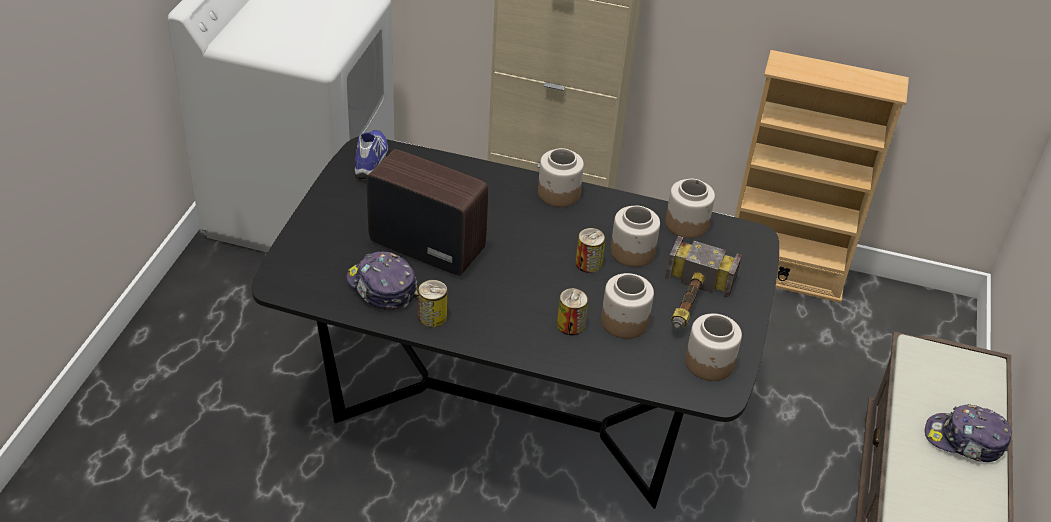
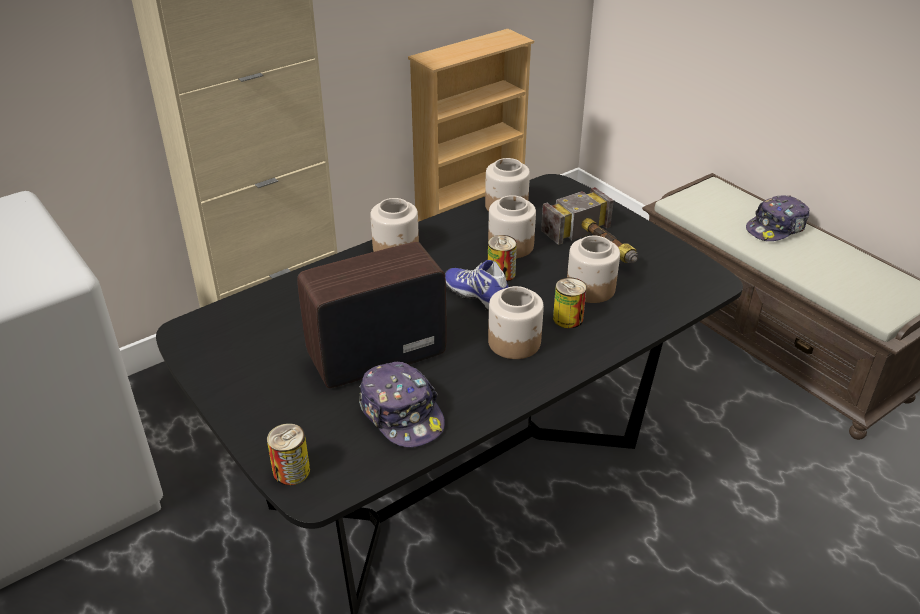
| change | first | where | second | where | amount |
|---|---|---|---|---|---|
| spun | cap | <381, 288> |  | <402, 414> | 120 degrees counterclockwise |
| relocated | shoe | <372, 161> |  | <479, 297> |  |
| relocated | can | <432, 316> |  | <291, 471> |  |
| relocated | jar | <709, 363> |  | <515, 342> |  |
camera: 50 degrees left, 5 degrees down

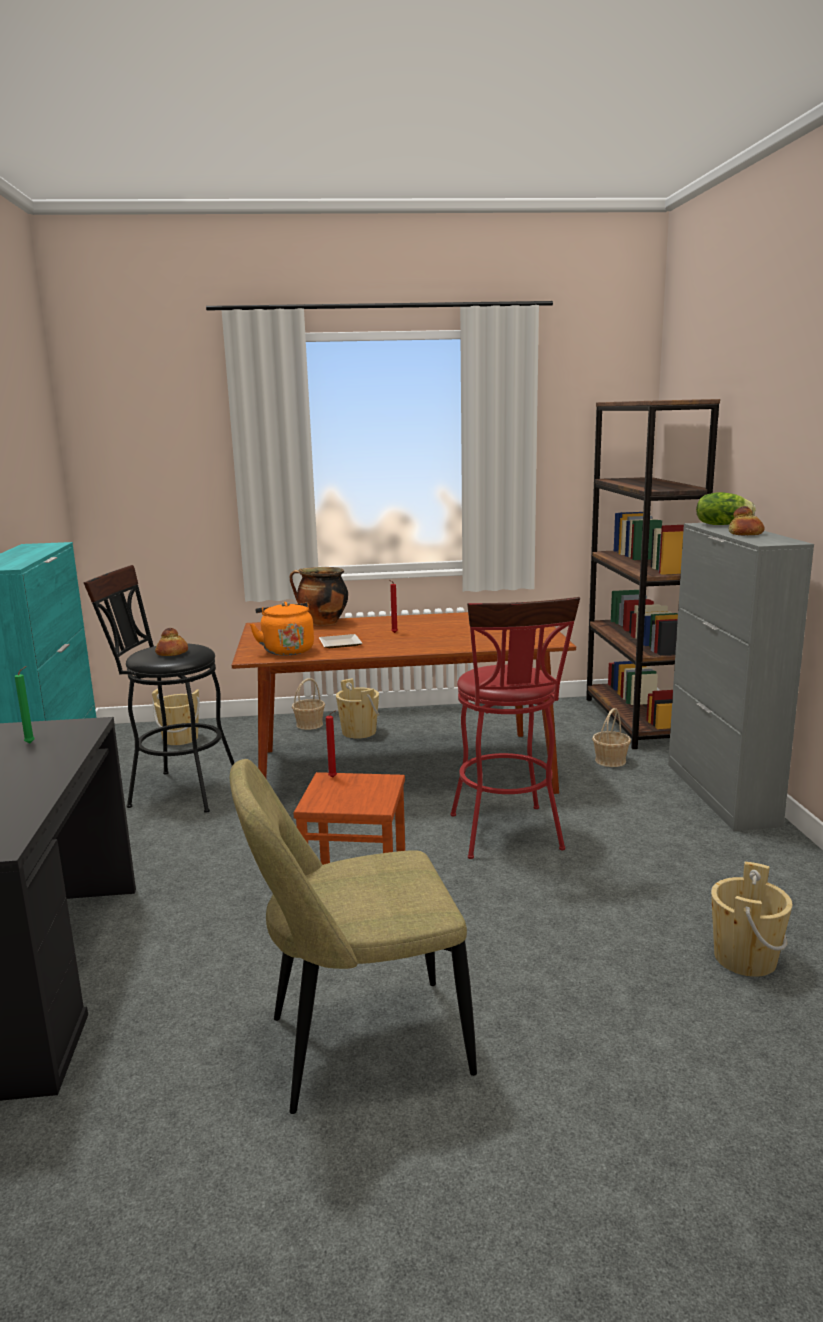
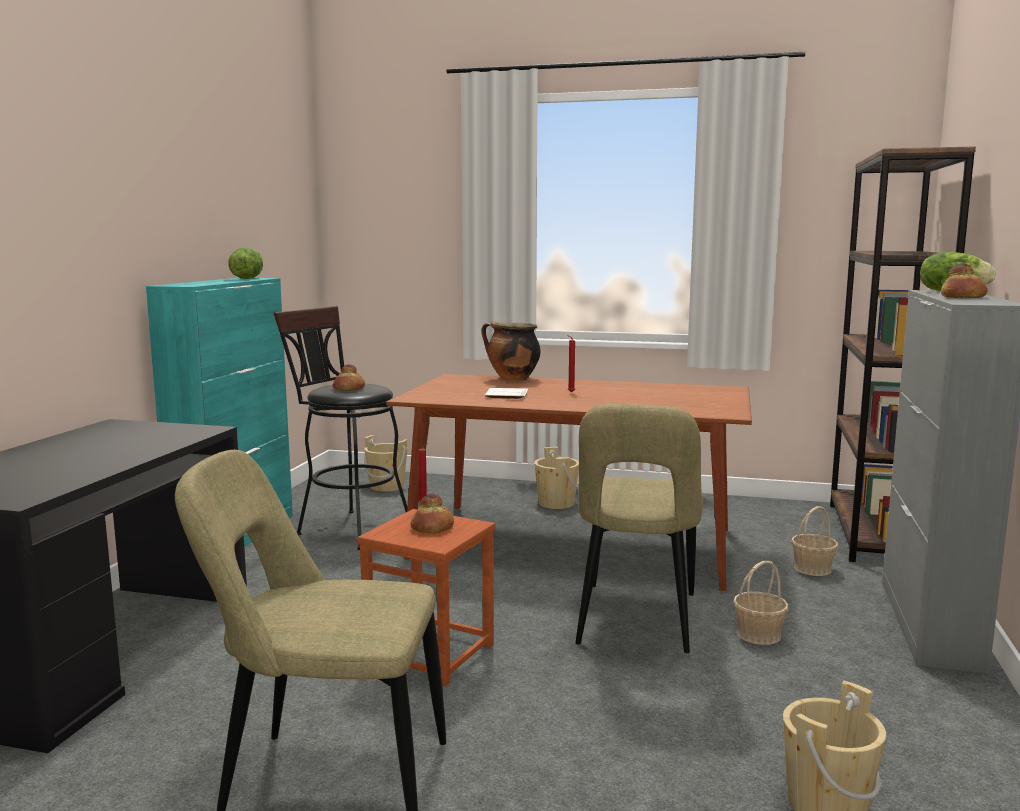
| change | first | where | second | where | amount |
|---|---|---|---|---|---|
| missing | green candle | <31, 743> |  |  |  |
| missing | orange kettle | <286, 650> |  |  |  |
| relocated | basket | <310, 724> |  | <759, 634> |  |
| exchanged | red stool | <508, 836> | beige chair | <636, 622> |  |
| appeared |  |  | lettuce | <247, 278> |  |
| appeared |  |  | bread | <433, 528> |  |
camera: 20 degrees right, 5 degrees down

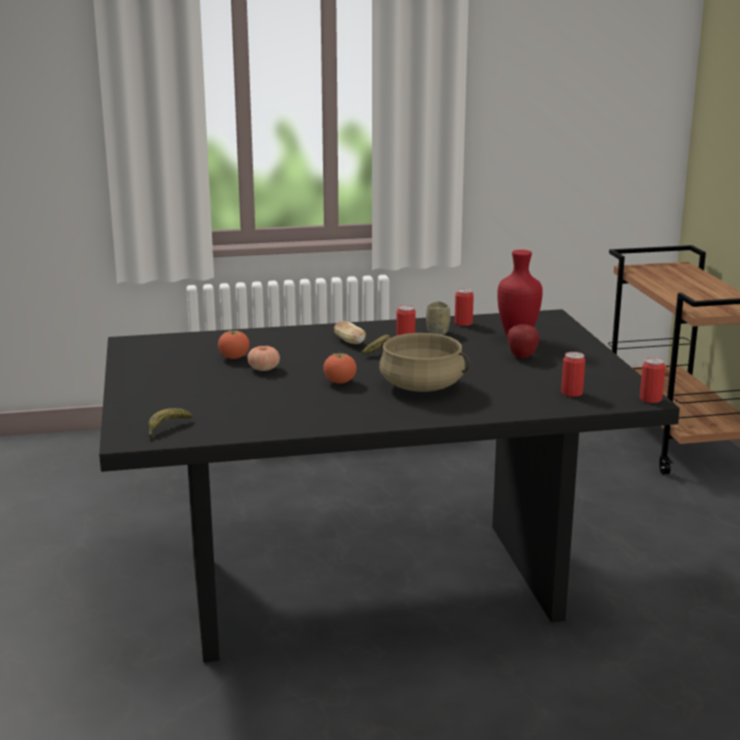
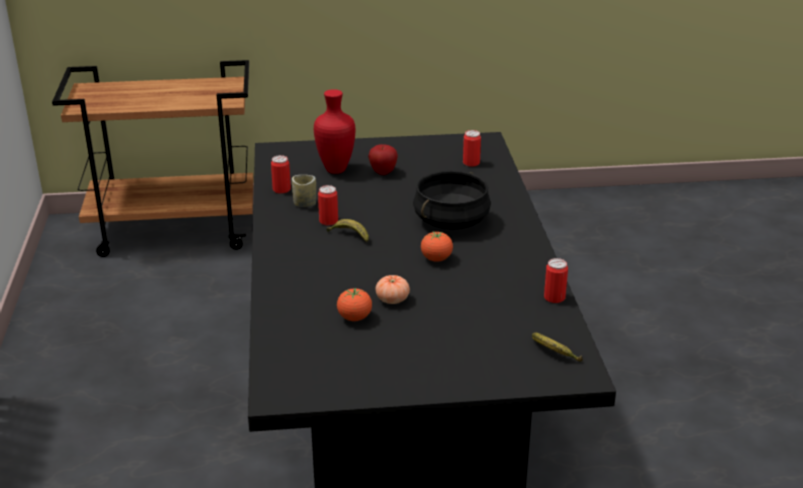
| change | first | where | second | where | amount |
|---|---|---|---|---|---|
| missing | bread | <349, 342> |  |  |  |
| colour | beige cooking pot | <422, 386> | black cooking pot | <450, 221> |  |
| relocated | can | <650, 399> |  | <554, 297> |  |
camera: 85 degrees left, 10 degrees up

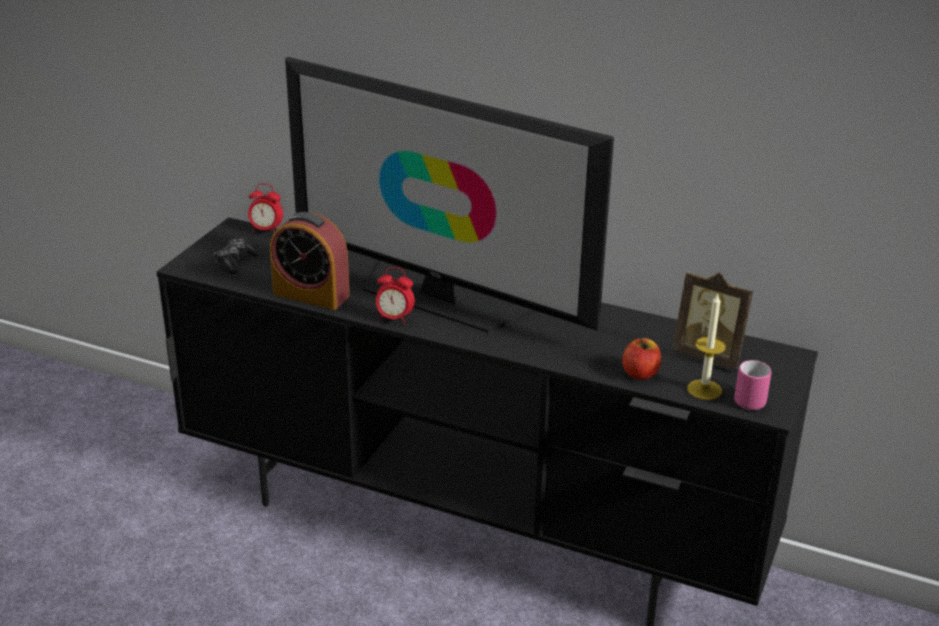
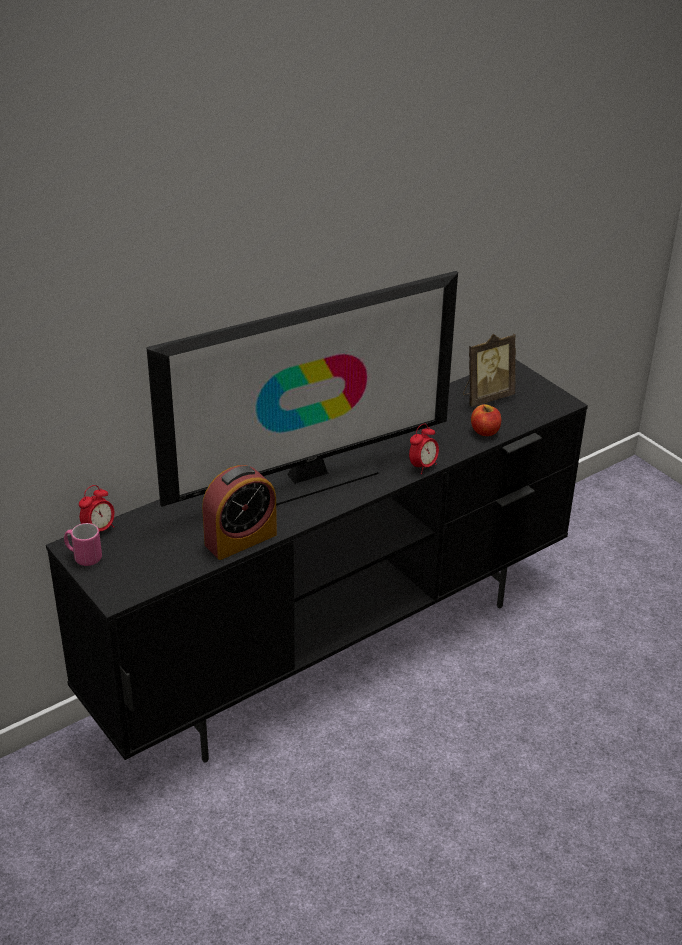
| change | first | where | second | where | amount |
|---|---|---|---|---|---|
| missing | game controller | <235, 262> |  |  |  |
| relocated | alarm clock | <394, 319> |  | <423, 466> |  |
| missing | candle | <704, 389> |  |  |  |
| relocated | pink mug | <747, 399> |  | <83, 557> |  |
camera: 60 degrees left, 5 degrees up

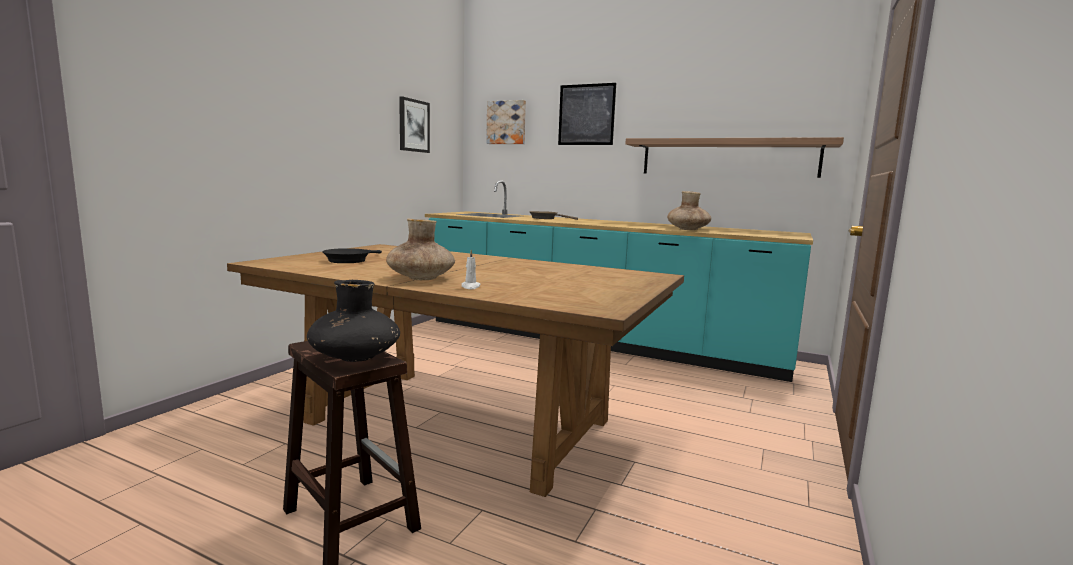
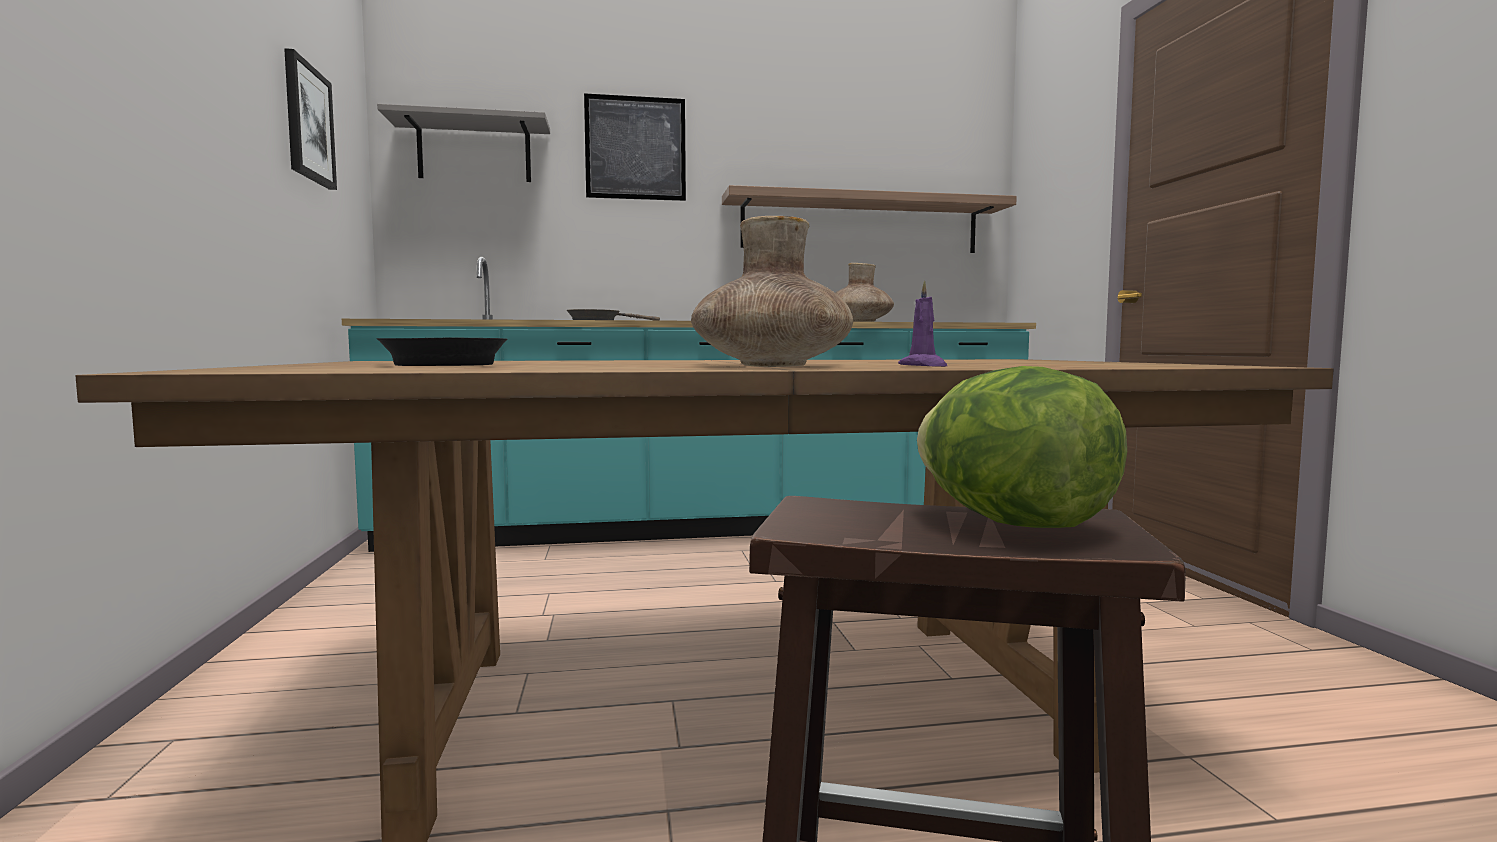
| change | first | where | second | where | amount |
|---|---|---|---|---|---|
| exchanged | black vase | <355, 357> | lettuce | <1011, 522> |  |
| colour | white candle | <470, 287> | purple candle | <924, 366> |  |
| exchanged | picture | <507, 122> | grey shelf | <474, 152> |  |
camera: 35 degrees left, 5 degrees down

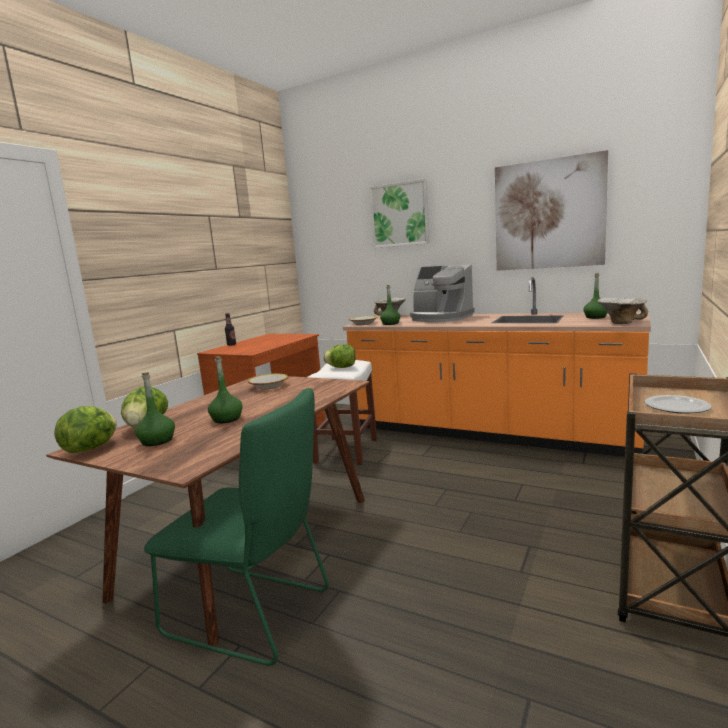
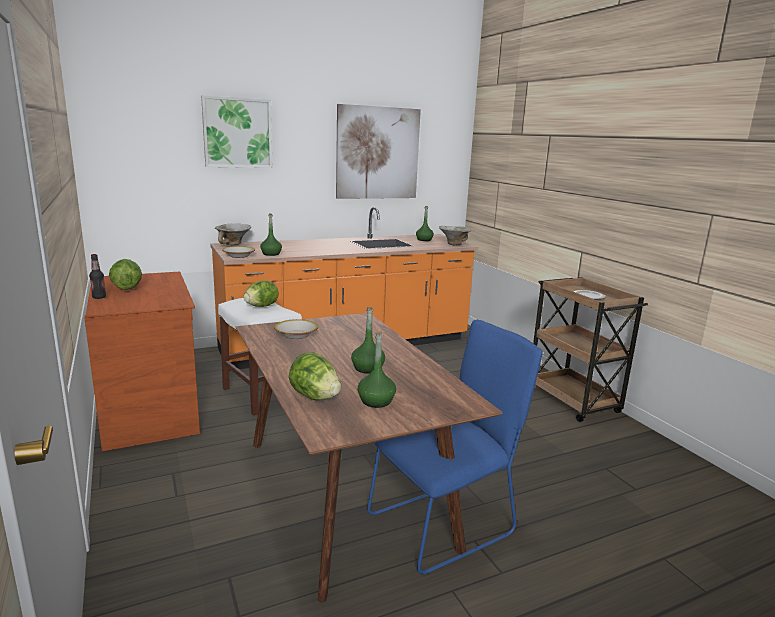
| change | first | where | second | where | amount |
|---|---|---|---|---|---|
| relocated | lettuce | <91, 448> |  | <127, 288> |  |
| colour | green chair | <255, 614> | blue chair | <446, 523> |  |
| missing | coffee machine | <440, 318> |  |  |  |
camera: 55 degrees left, 5 degrees up

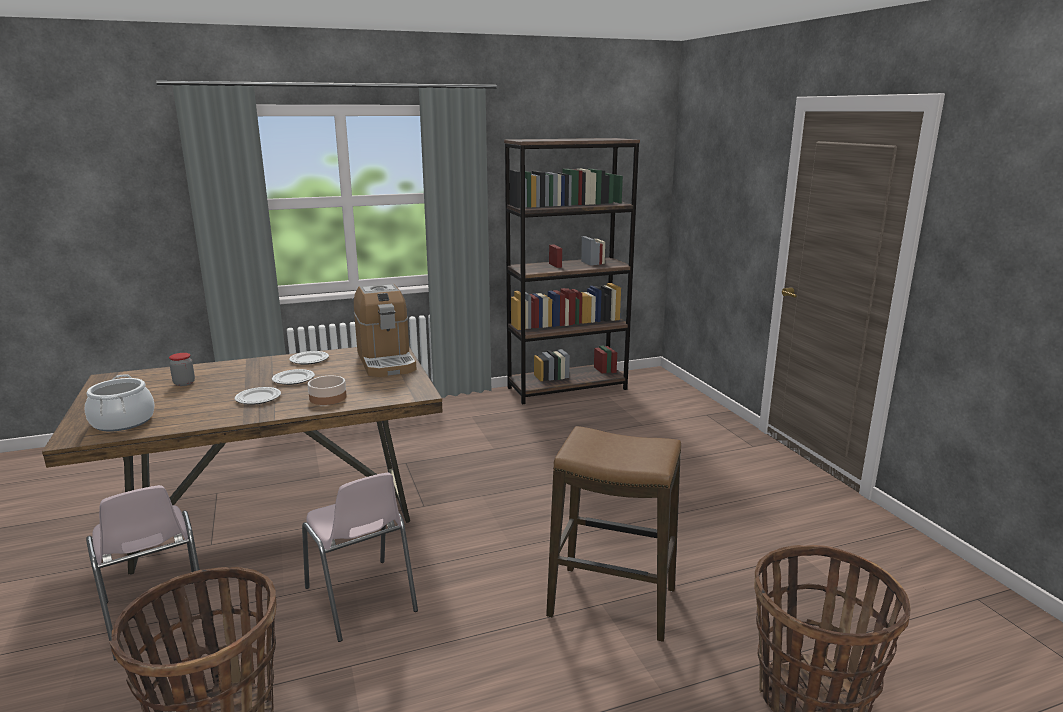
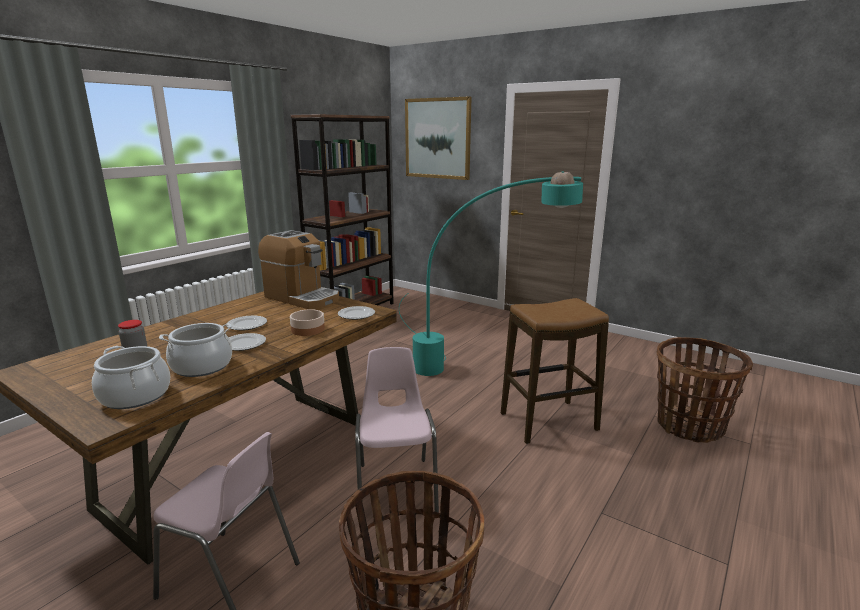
| change | first | where | second | where | amount |
|---|---|---|---|---|---|
| relocated | plate | <309, 360> |  | <356, 315> |  |
| spun | pink chair | <361, 600> |  | <396, 487> | 120 degrees counterclockwise |
| appeared |  |  | cooking pot | <202, 366> |  |
| appeared |  |  | turquoise floor lamp | <468, 366> |  |
| appeared |  |  | picture | <437, 138> |  |
camera: 35 degrees left, 0 degrees up

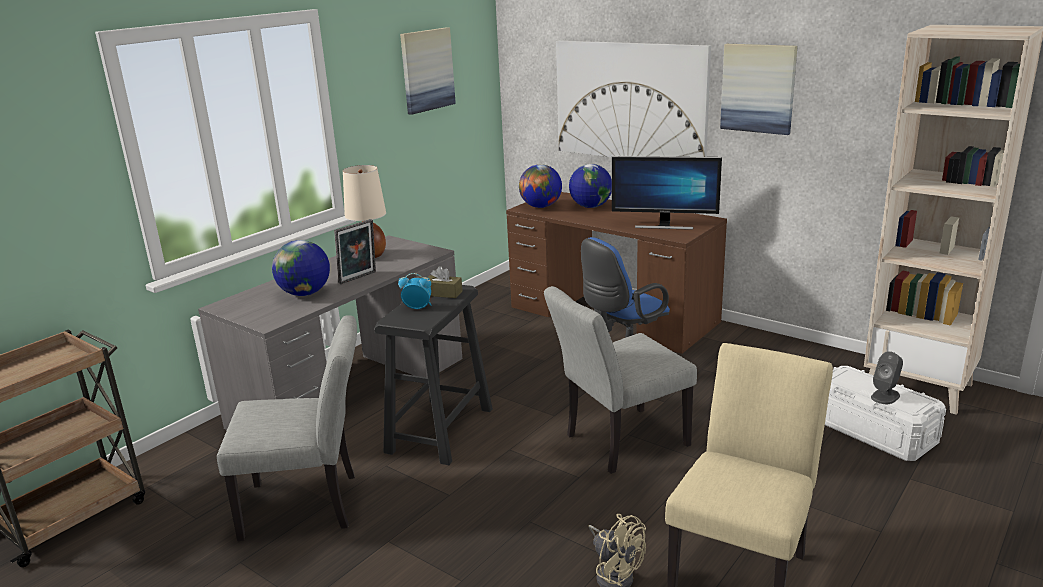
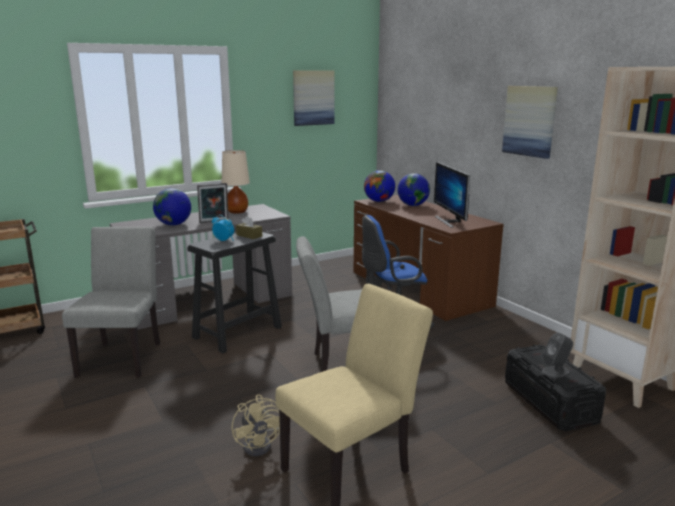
| change | first | where | second | where | amount |
|---|---|---|---|---|---|
| spun | grey chair | <310, 505> |  | <123, 356> | 105 degrees counterclockwise |
| missing | picture | <630, 102> |  |  |  |
| spun | monitor | <664, 225> |  | <450, 221> | 45 degrees clockwise |
| colour | white storage box | <872, 431> | black storage box | <549, 402> |  |
camera: 20 degrees right, 5 degrees down

